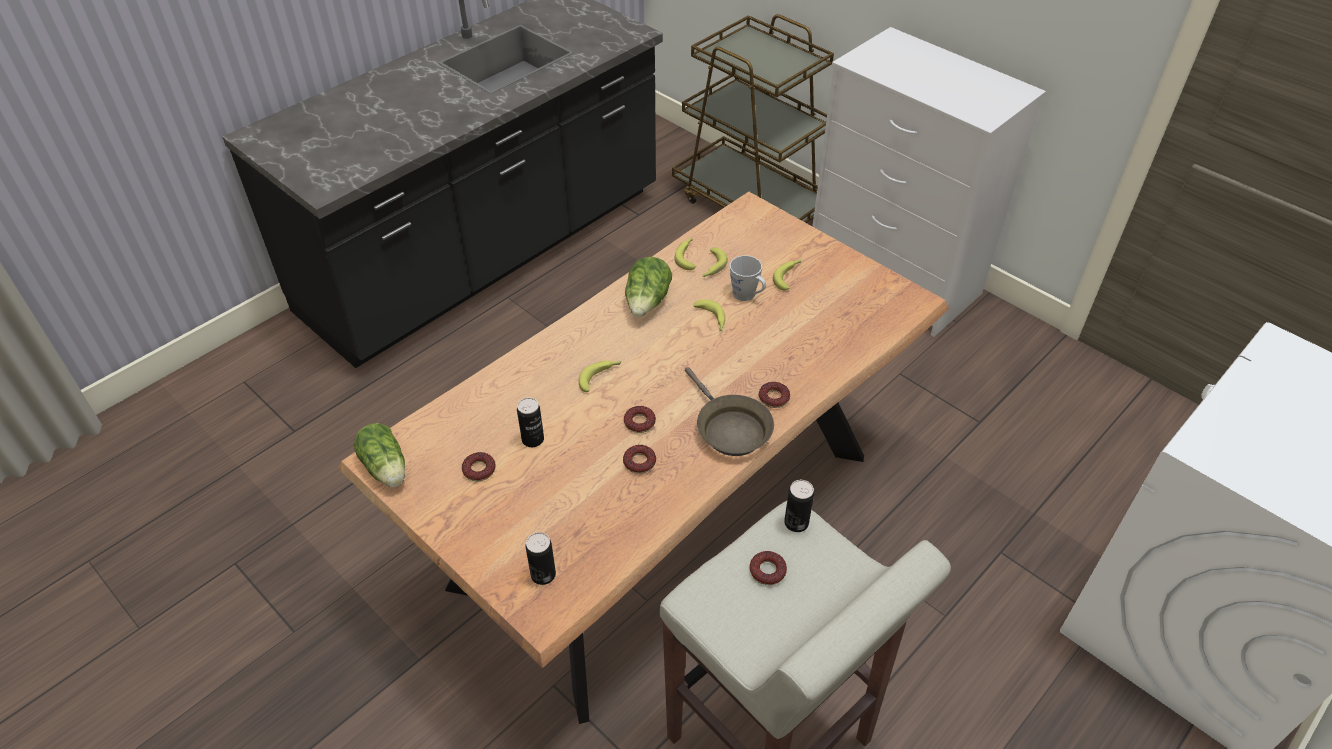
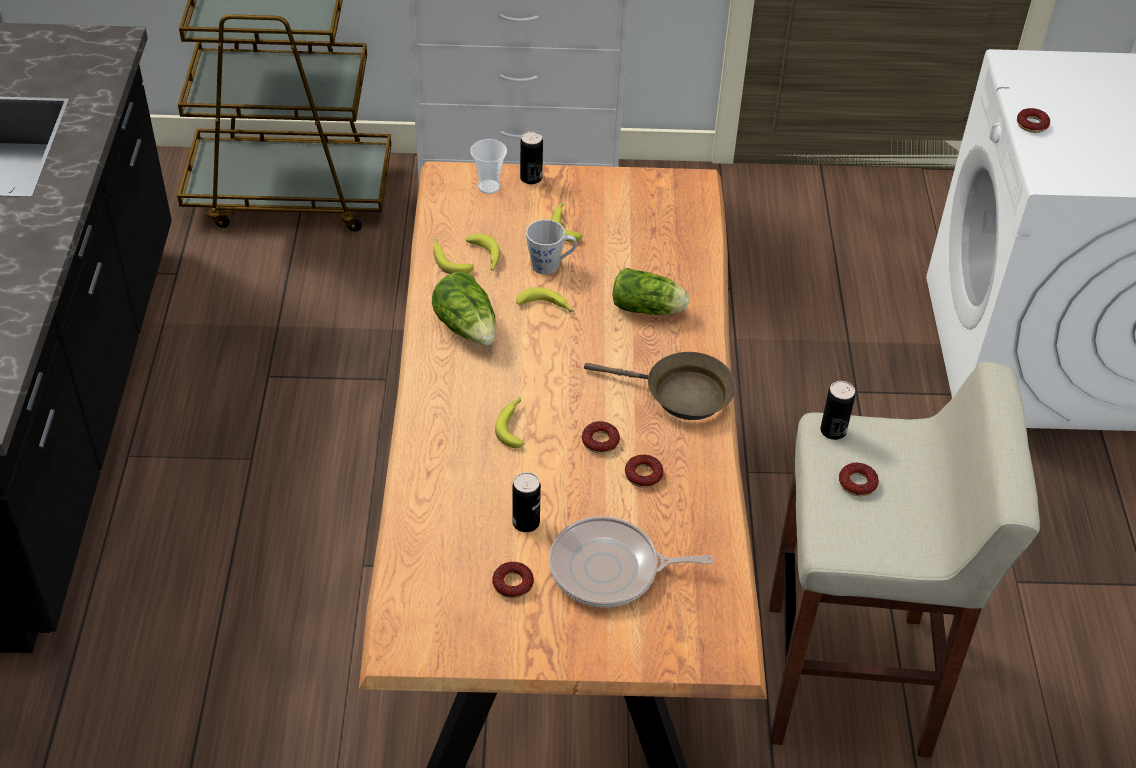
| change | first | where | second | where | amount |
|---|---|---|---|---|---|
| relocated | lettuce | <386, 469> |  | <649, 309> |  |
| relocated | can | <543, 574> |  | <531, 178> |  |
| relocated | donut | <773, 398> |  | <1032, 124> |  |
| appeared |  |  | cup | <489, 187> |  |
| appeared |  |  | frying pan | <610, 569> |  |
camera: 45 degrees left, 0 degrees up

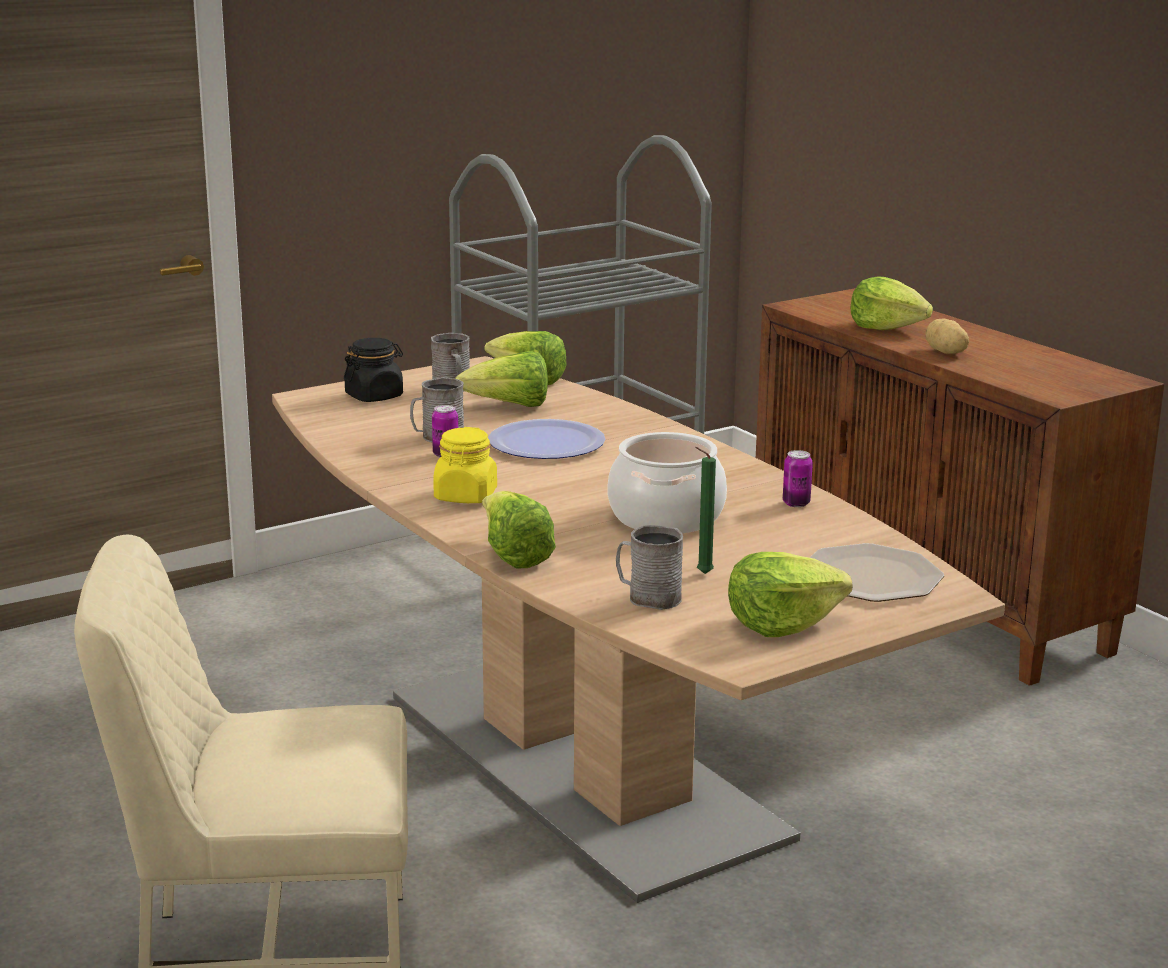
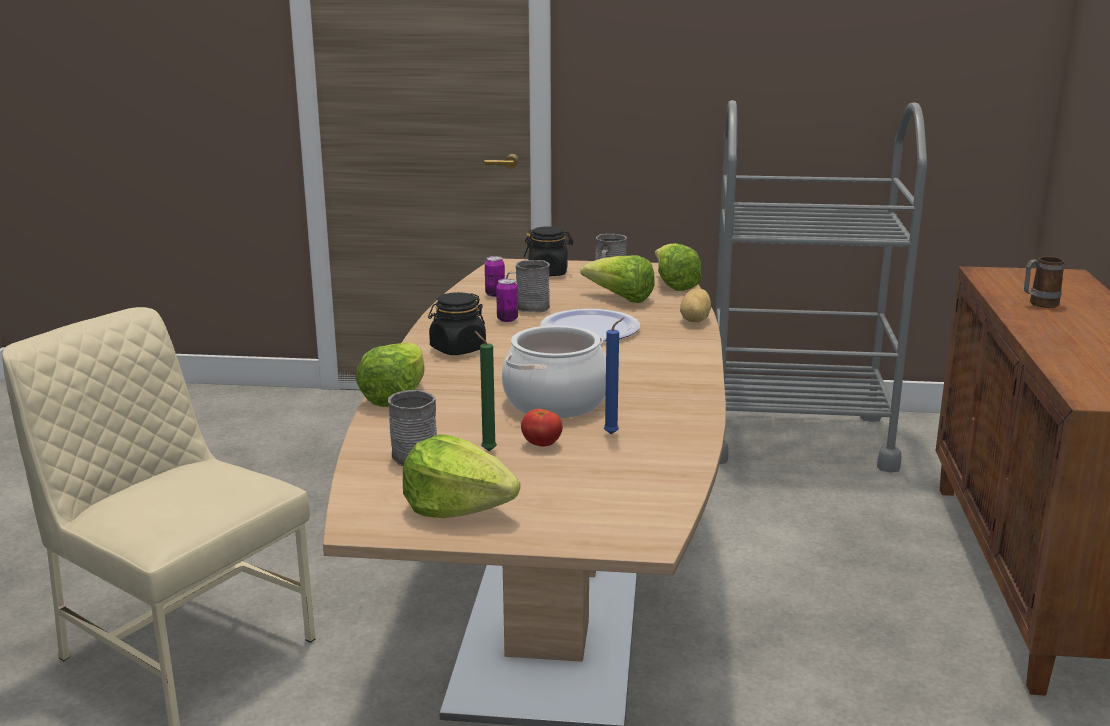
| change | first | where | second | where | amount |
|---|---|---|---|---|---|
| colour | yellow jar | <465, 496> | black jar | <457, 349> |  |
| relocated | can | <796, 503> |  | <495, 294> |  |
| missing | plate | <871, 576> |  |  |  |
| exchanged | lettuce | <886, 327> | mug | <1038, 304> |  |
| relocated | potato | <945, 352> |  | <693, 320> |  |
| appeared |  |  | tomato | <541, 444> |  |
| appeared |  |  | blue candle | <613, 433> |  |
camera: 40 degrees right, 0 degrees up

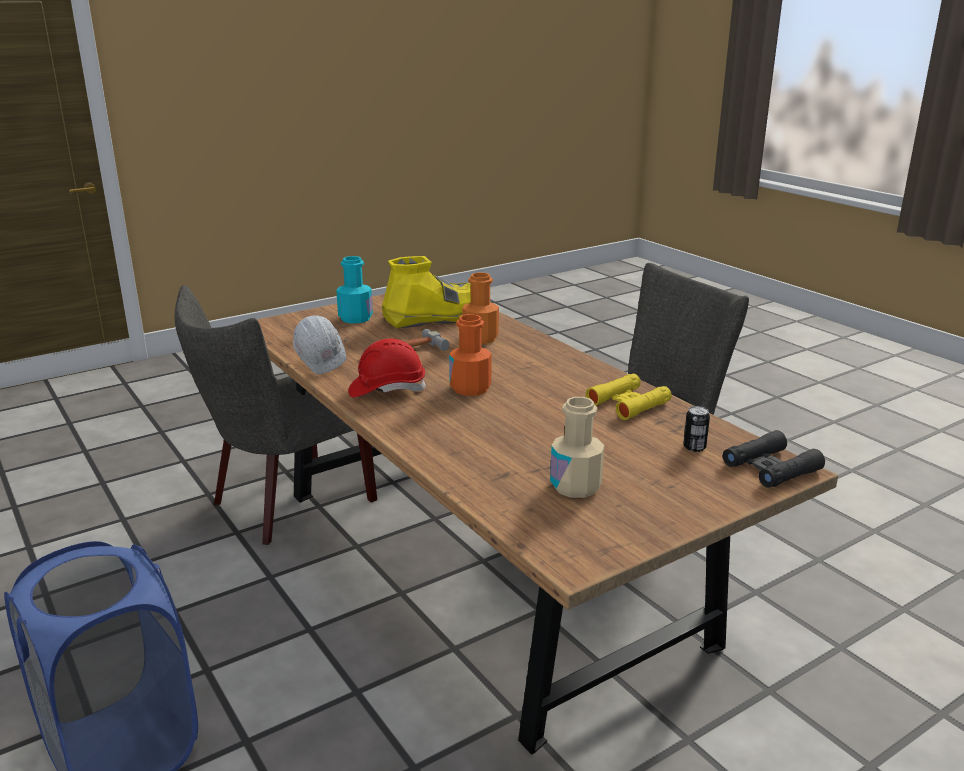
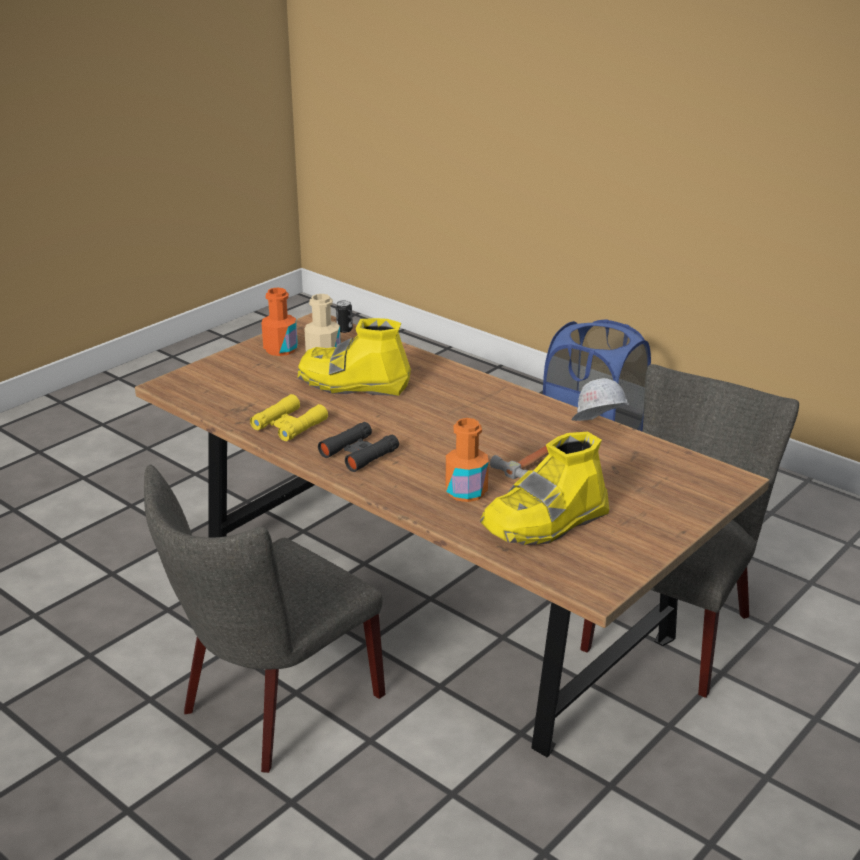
| change | first | where | second | where | amount |
|---|---|---|---|---|---|
| missing | turquoise bottle | <355, 318> |  |  |  |
| missing | red hard hat | <387, 389> |  |  |  |
| relocated | orange bottle | <470, 388> |  | <280, 349> |  |
| relocated | can | <694, 447> |  | <344, 330> |  |
| relocated | black binoculars | <771, 468> |  | <359, 453> |  |
| appeared |  |  | yellow boot | <353, 384> |  |
camera: 165 degrees right, 5 degrees up

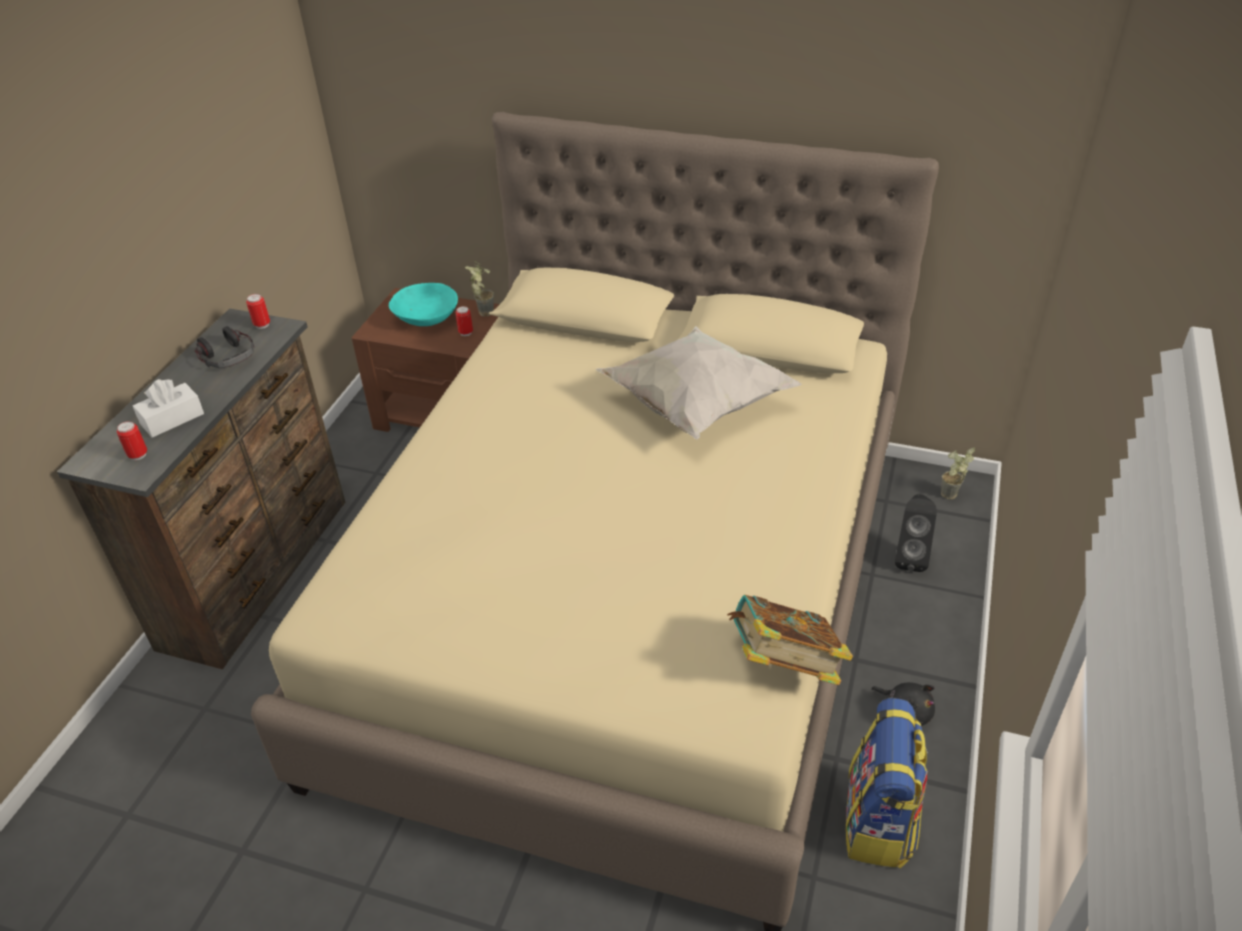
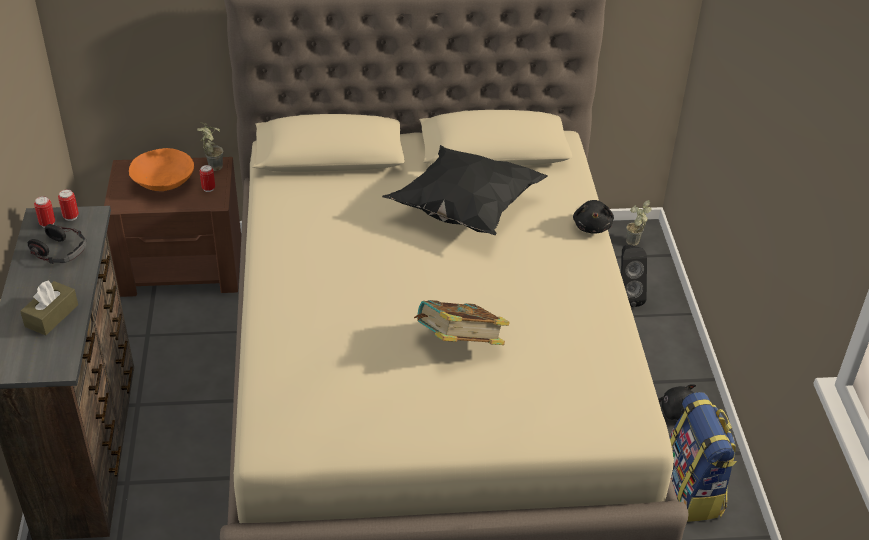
| change | first | where | second | where | amount |
|---|---|---|---|---|---|
| relocated | can | <138, 455> |  | <47, 224> |  |
| colour | white tissue box | <172, 419> | brown tissue box | <51, 316> |  |
| colour | turquoise bowl | <426, 319> | orange bowl | <163, 183> |  |
| colour | white pillow | <694, 406> | black pillow | <463, 211> |  |
| relocated | book | <784, 665> |  | <459, 345> |  |
| appeared |  |  | black plush toy | <592, 226> |  |
camera: 25 degrees left, 0 degrees up

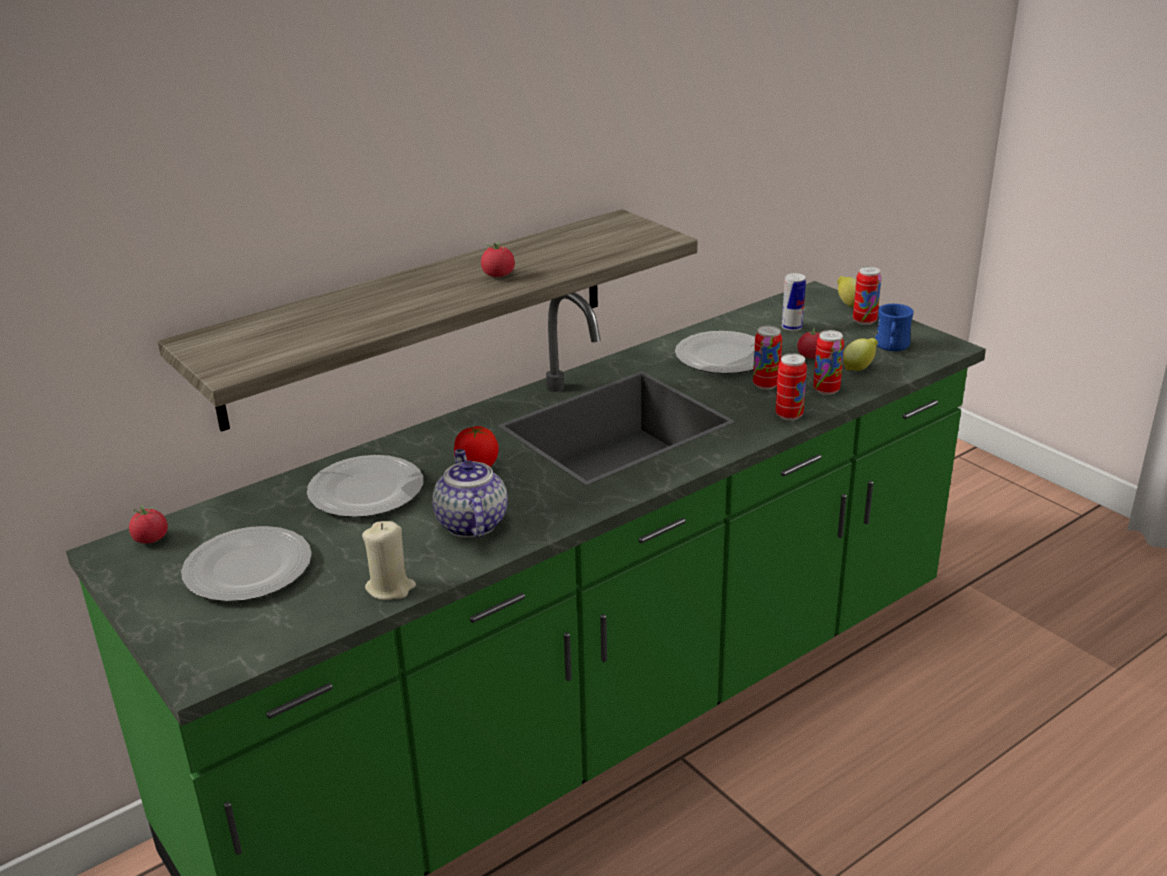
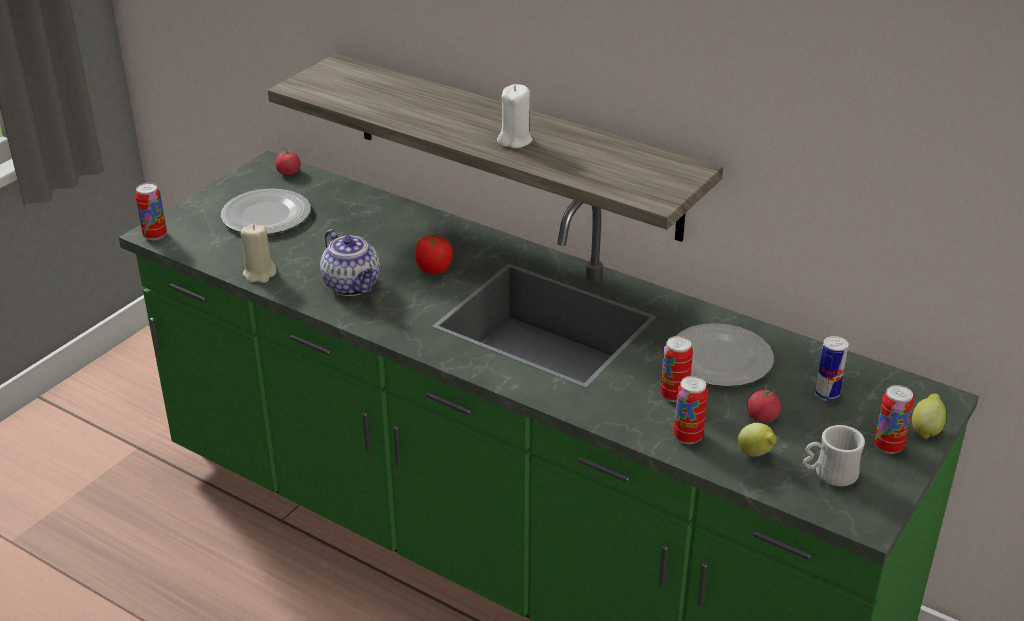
| change | first | where | second | where | amount |
|---|---|---|---|---|---|
| missing | plate | <367, 490> |  |  |  |
| spun | teapot | <470, 523> |  | <353, 286> | 90 degrees clockwise |
| exchanged | tomato | <498, 275> | white candle | <515, 140> |  |
| relocated | can | <789, 415> |  | <155, 235> |  |
| colour | blue mug | <891, 347> | white mug | <829, 474> |  |
camera: 70 degrees right, 5 degrees up

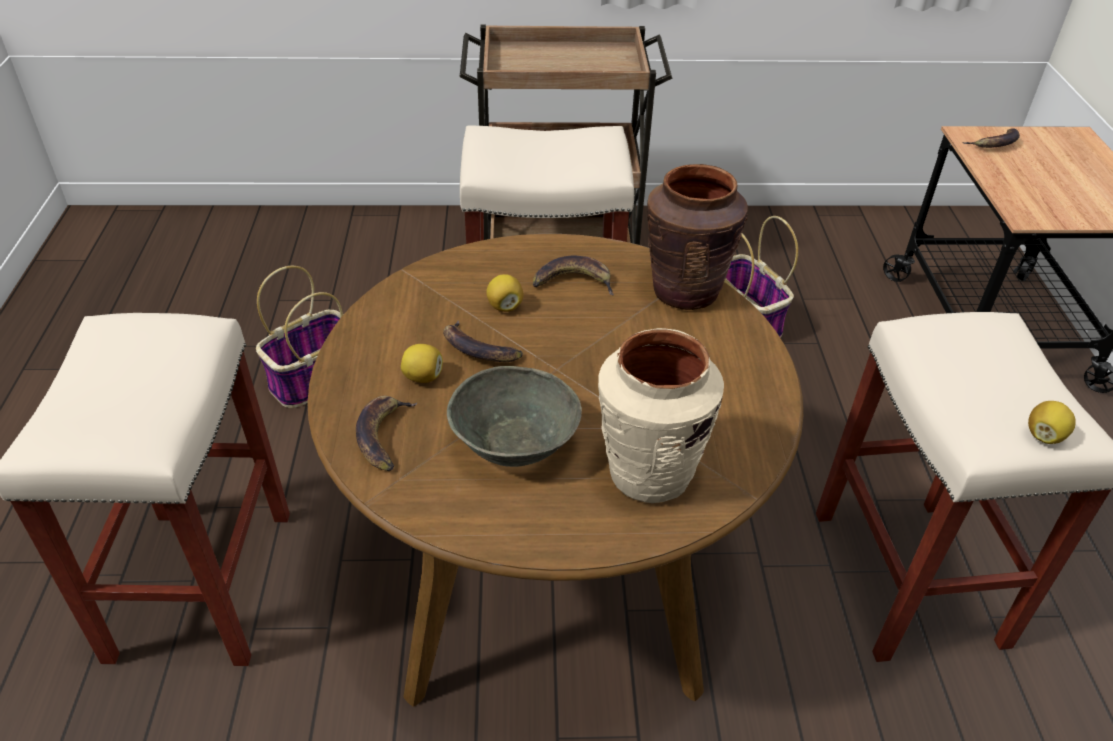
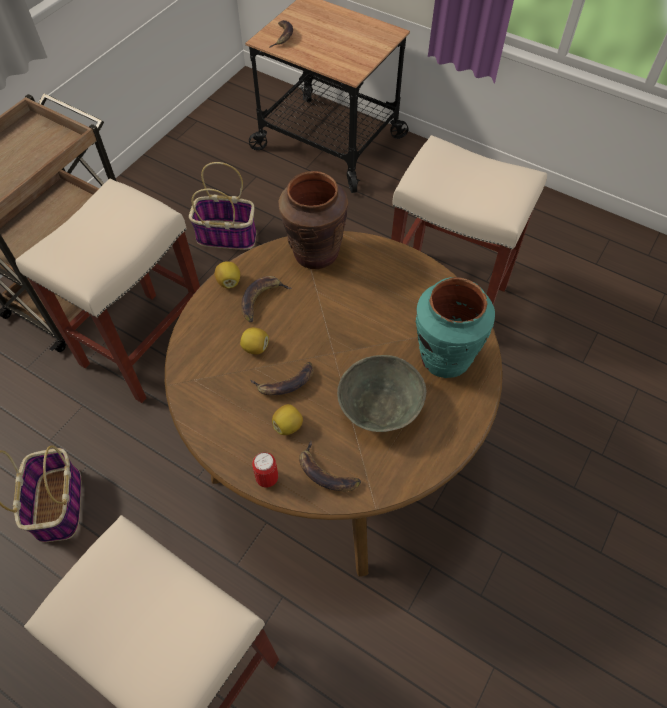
| change | first | where | second | where | amount |
|---|---|---|---|---|---|
| colour | beige vase | <649, 473> | turquoise vase | <444, 357> |  |
| relocated | lemon | <1044, 435> |  | <229, 282> |  |
| appeared |  |  | can | <267, 478> |  |
camera: 55 degrees left, 15 degrees up

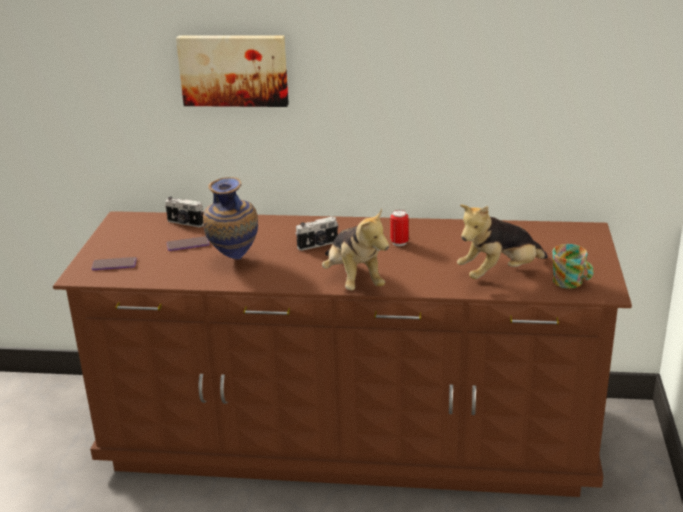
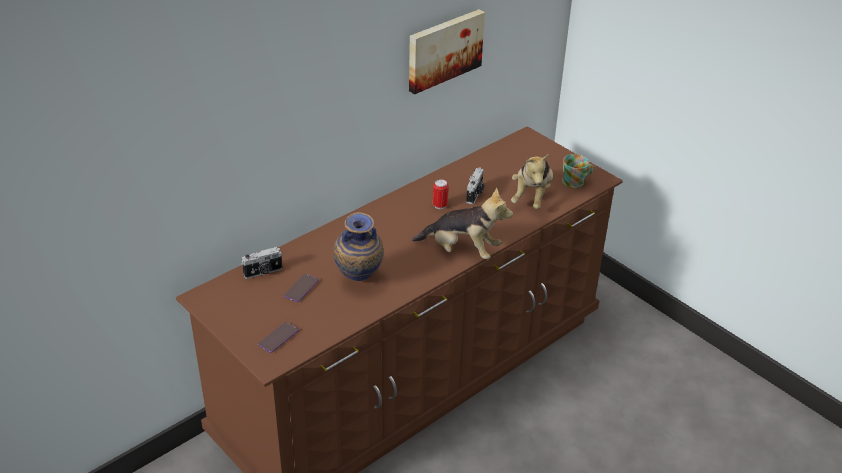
| change | first | where | second | where | amount |
|---|---|---|---|---|---|
| relocated | picture | <234, 69> |  | <444, 49> |  |
| relocated | photo camera | <318, 245> |  | <475, 194> |  |
camera: 50 degrees left, 10 degrees up

